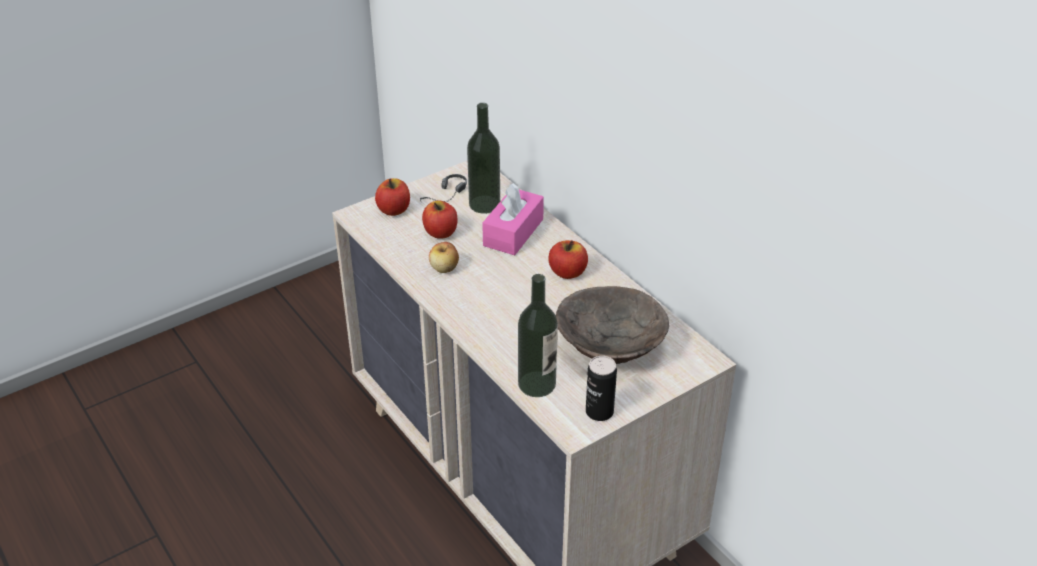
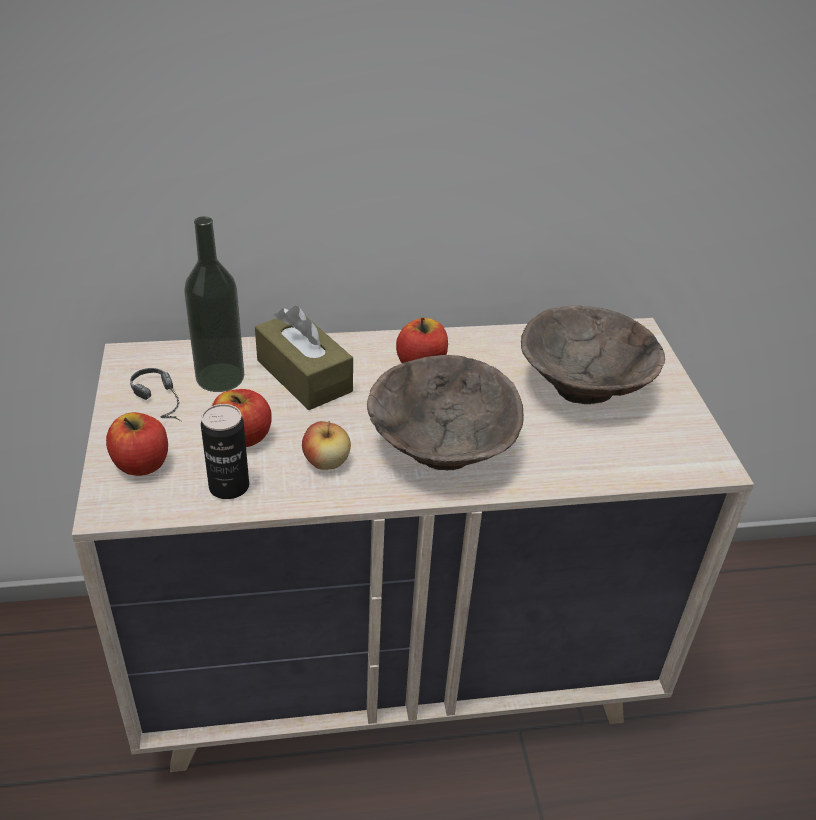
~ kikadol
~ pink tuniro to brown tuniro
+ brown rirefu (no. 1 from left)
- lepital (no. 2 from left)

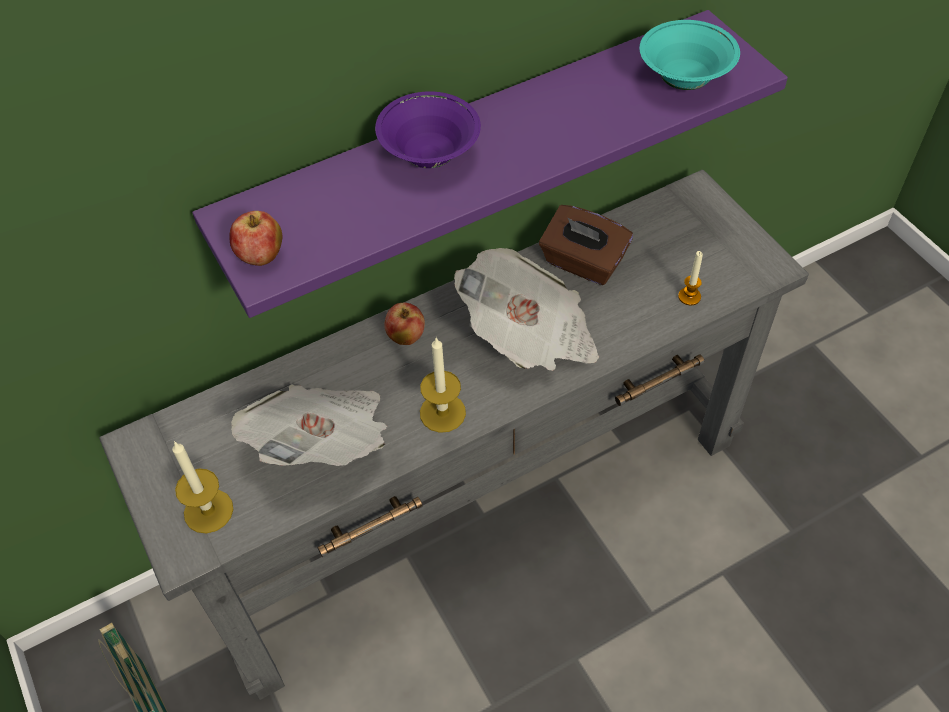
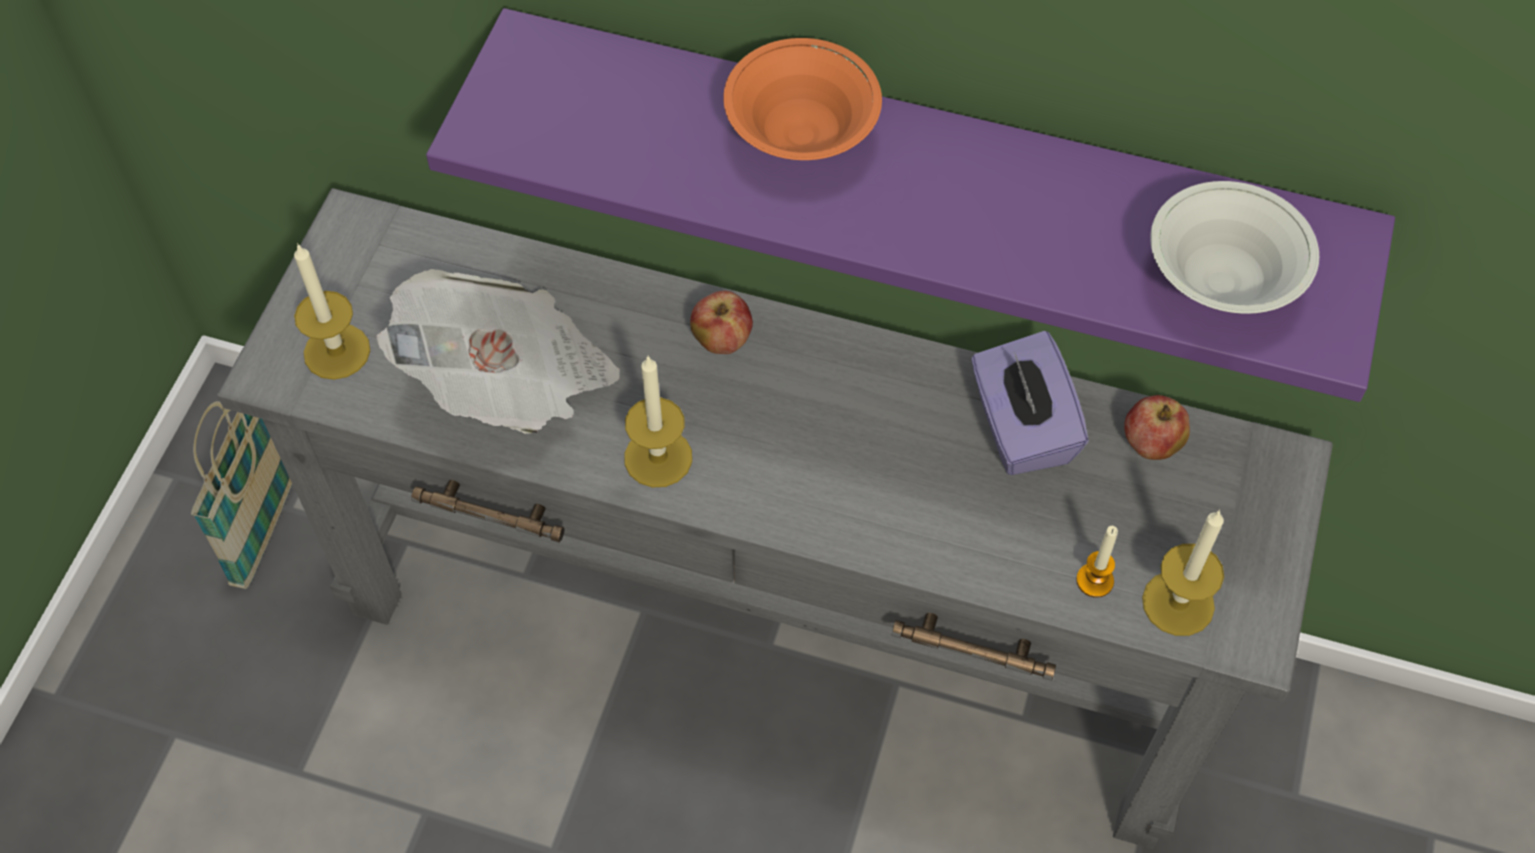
~ purple rirefu to orange rirefu
~ brown tuniro to purple tuniro
~ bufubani (no. 1 from left in the first image) to bufubani (no. 2 from left)
+ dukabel (no. 4 from left)
~ turquoise rirefu to white rirefu
- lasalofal (no. 2 from left)

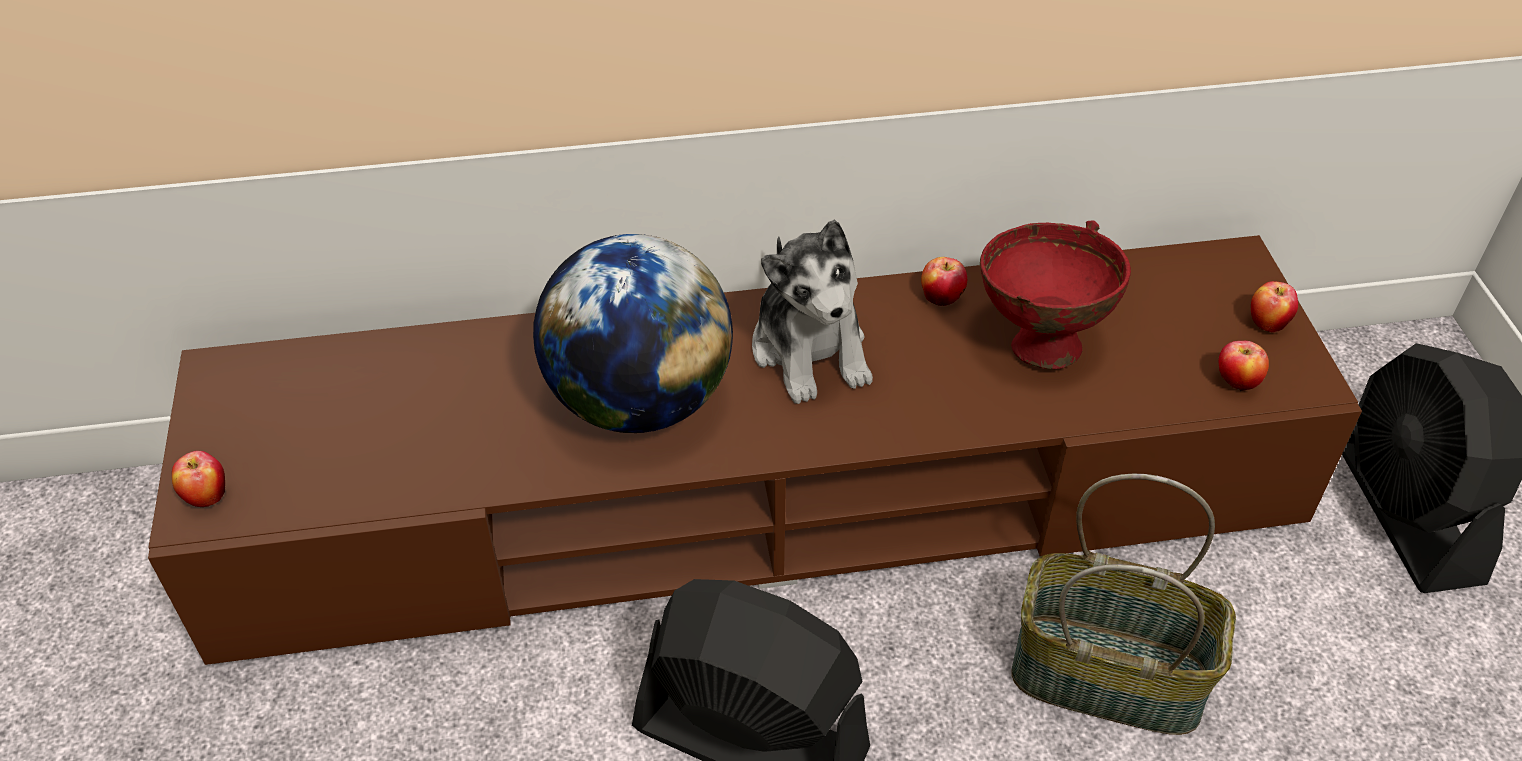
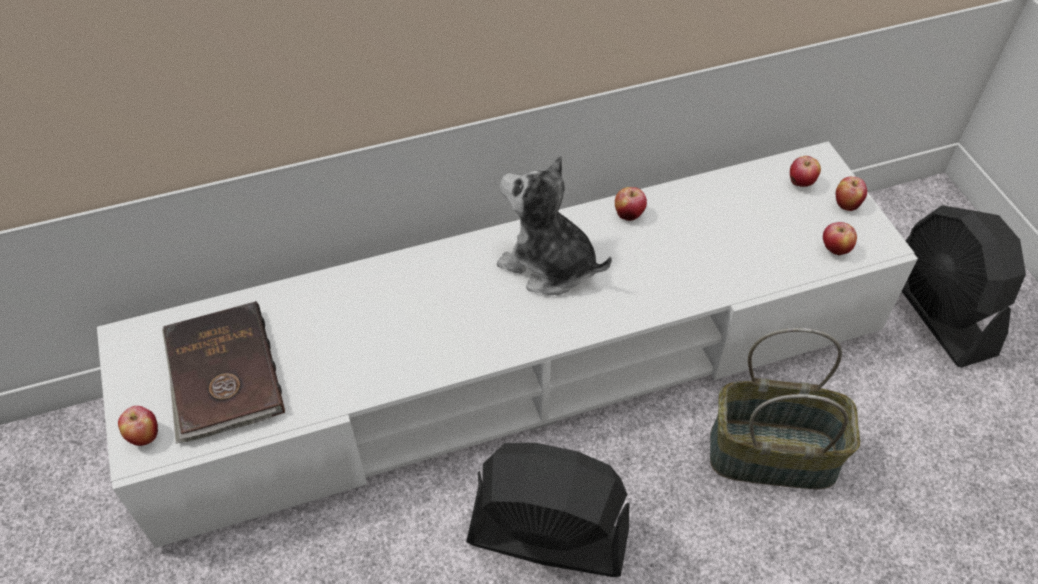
~ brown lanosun to white lanosun
+ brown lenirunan
~ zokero 150 degrees clockwise
+ bufubani (no. 3 from left)
- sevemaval
- red rirefu

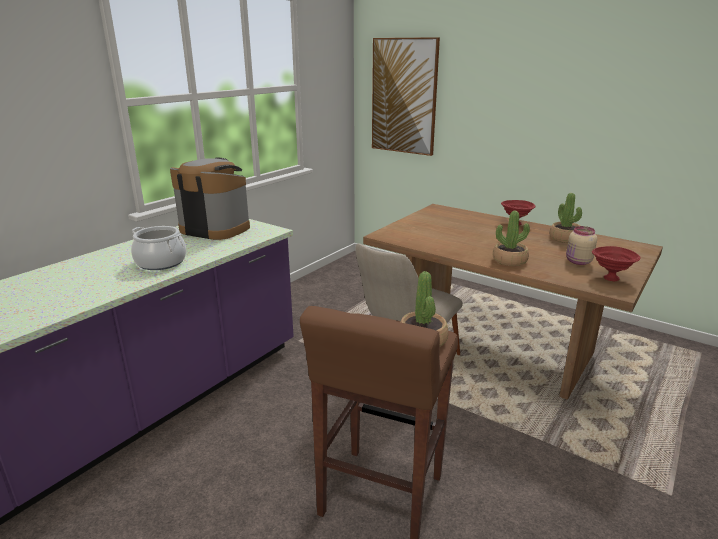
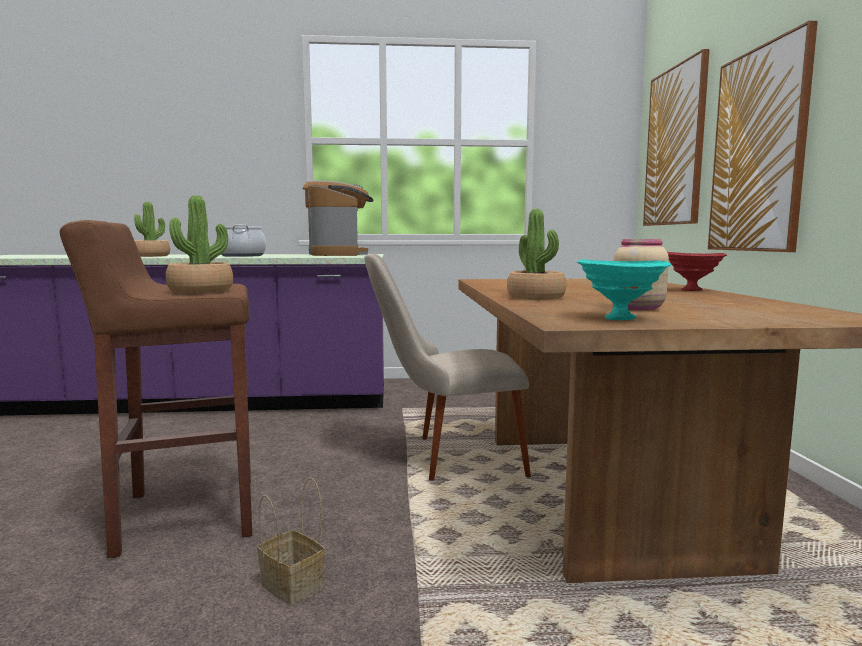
~ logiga (no. 3 from left in the first image) to logiga (no. 1 from left)
+ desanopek
~ red rirefu (no. 2 from left) to turquoise rirefu
+ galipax (no. 2 from left)

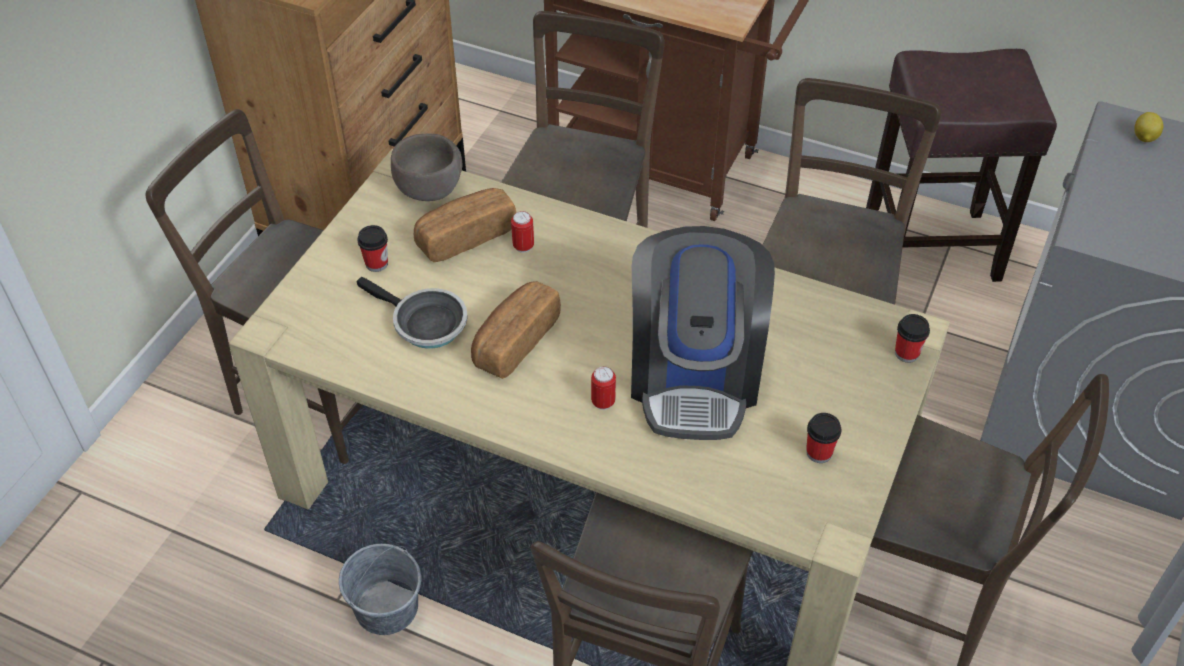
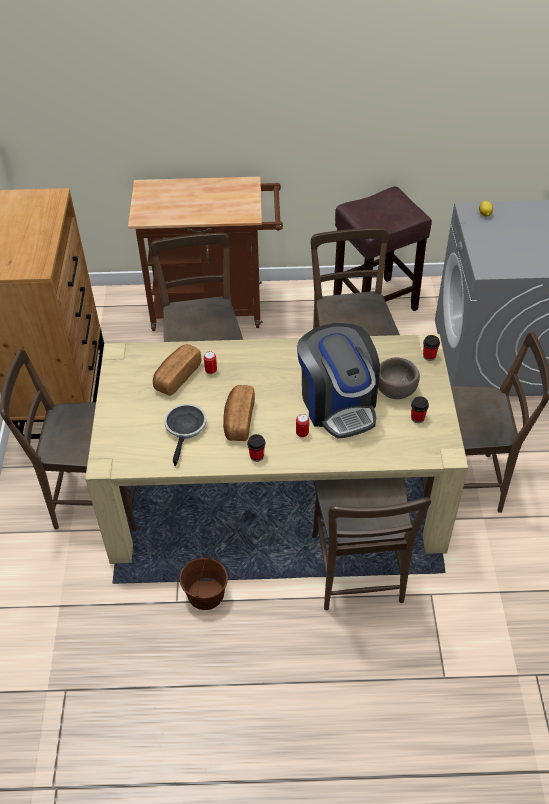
~ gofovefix 90 degrees counterclockwise
~ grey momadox to brown momadox
~ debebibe (no. 1 from left)
~ brown rirefu

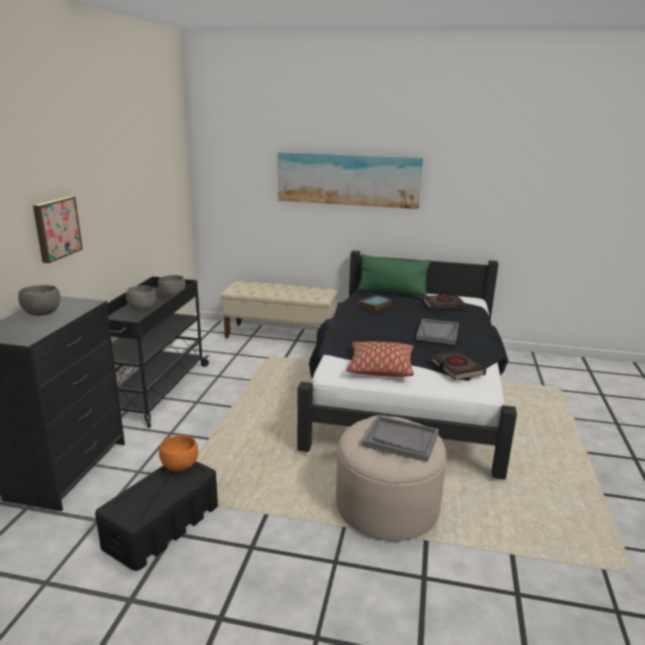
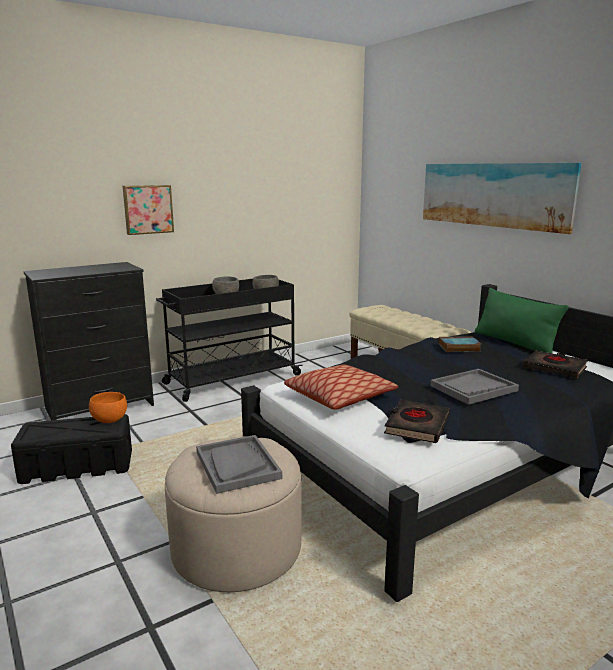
- grey rirefu (no. 1 from left)

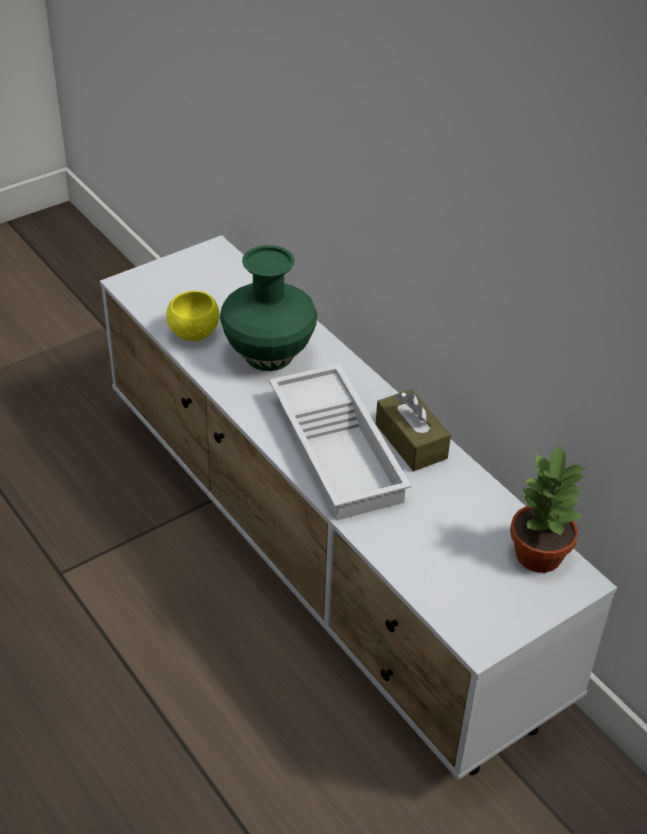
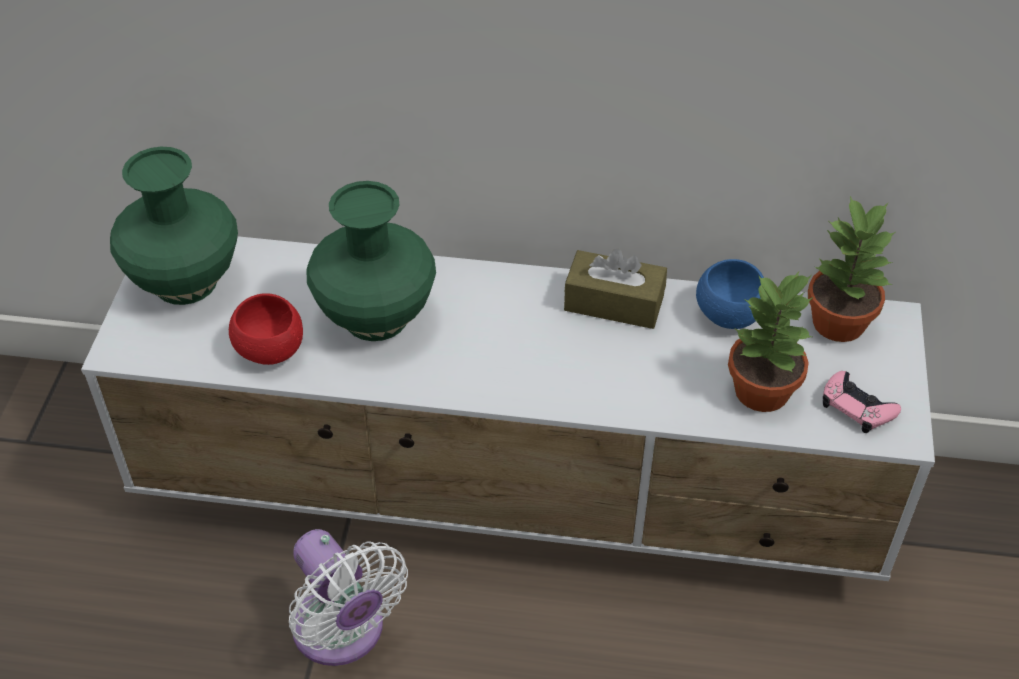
+ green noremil (no. 1 from left)
~ yellow rirefu to red rirefu
+ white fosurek
+ blue rirefu
+ logiga (no. 1 from left)
+ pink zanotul
- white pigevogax

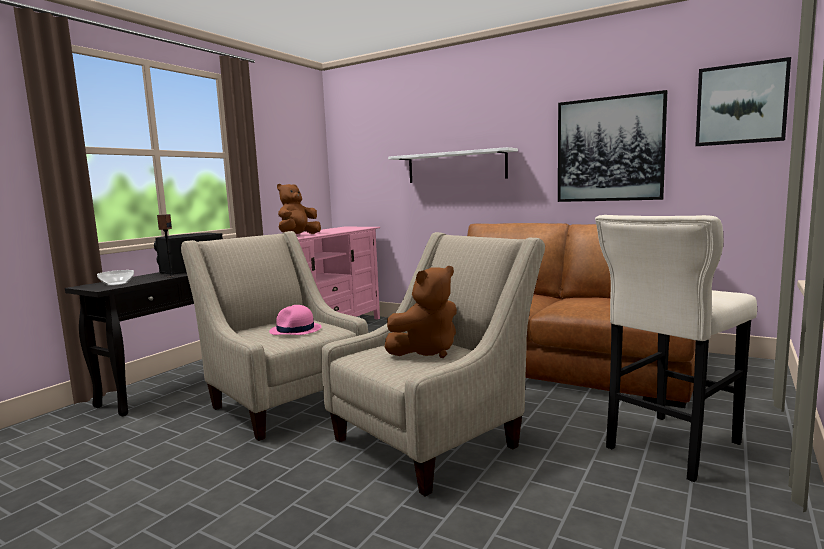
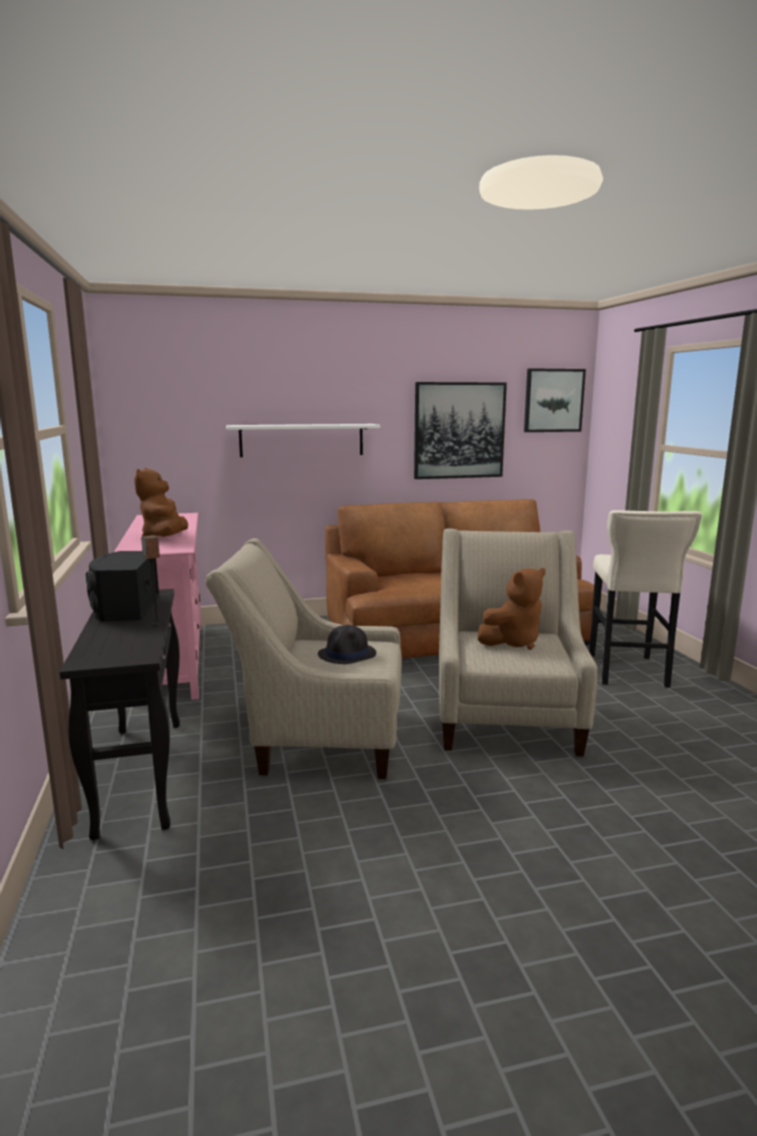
~ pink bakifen to black bakifen
~ brown zokero (no. 2 from left) 45 degrees clockwise
- rirefu

